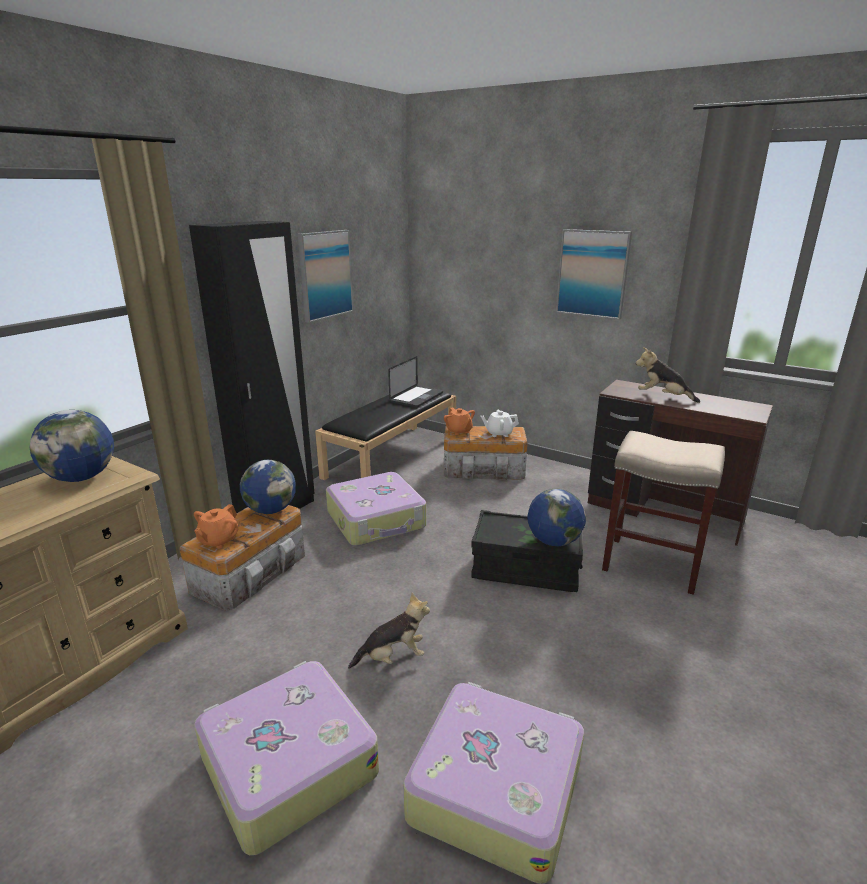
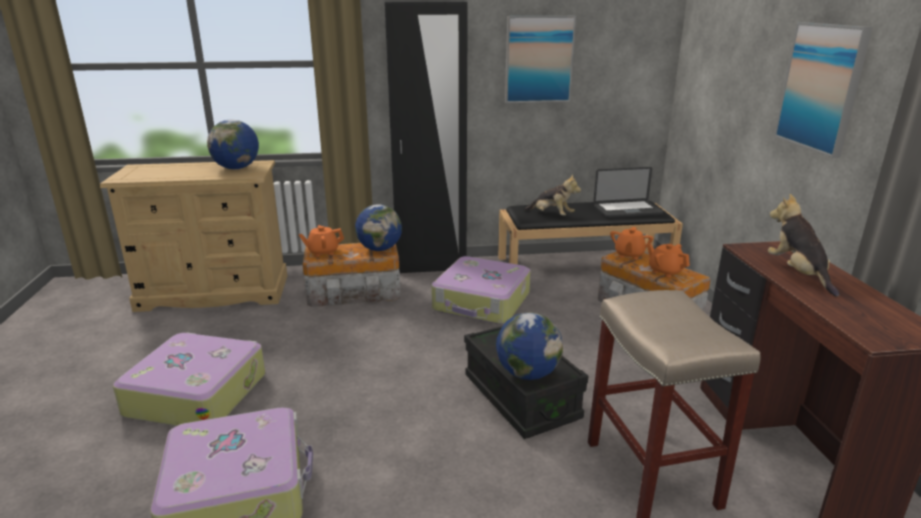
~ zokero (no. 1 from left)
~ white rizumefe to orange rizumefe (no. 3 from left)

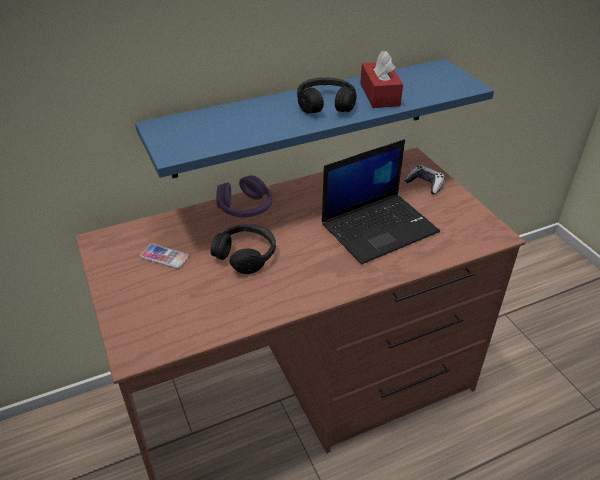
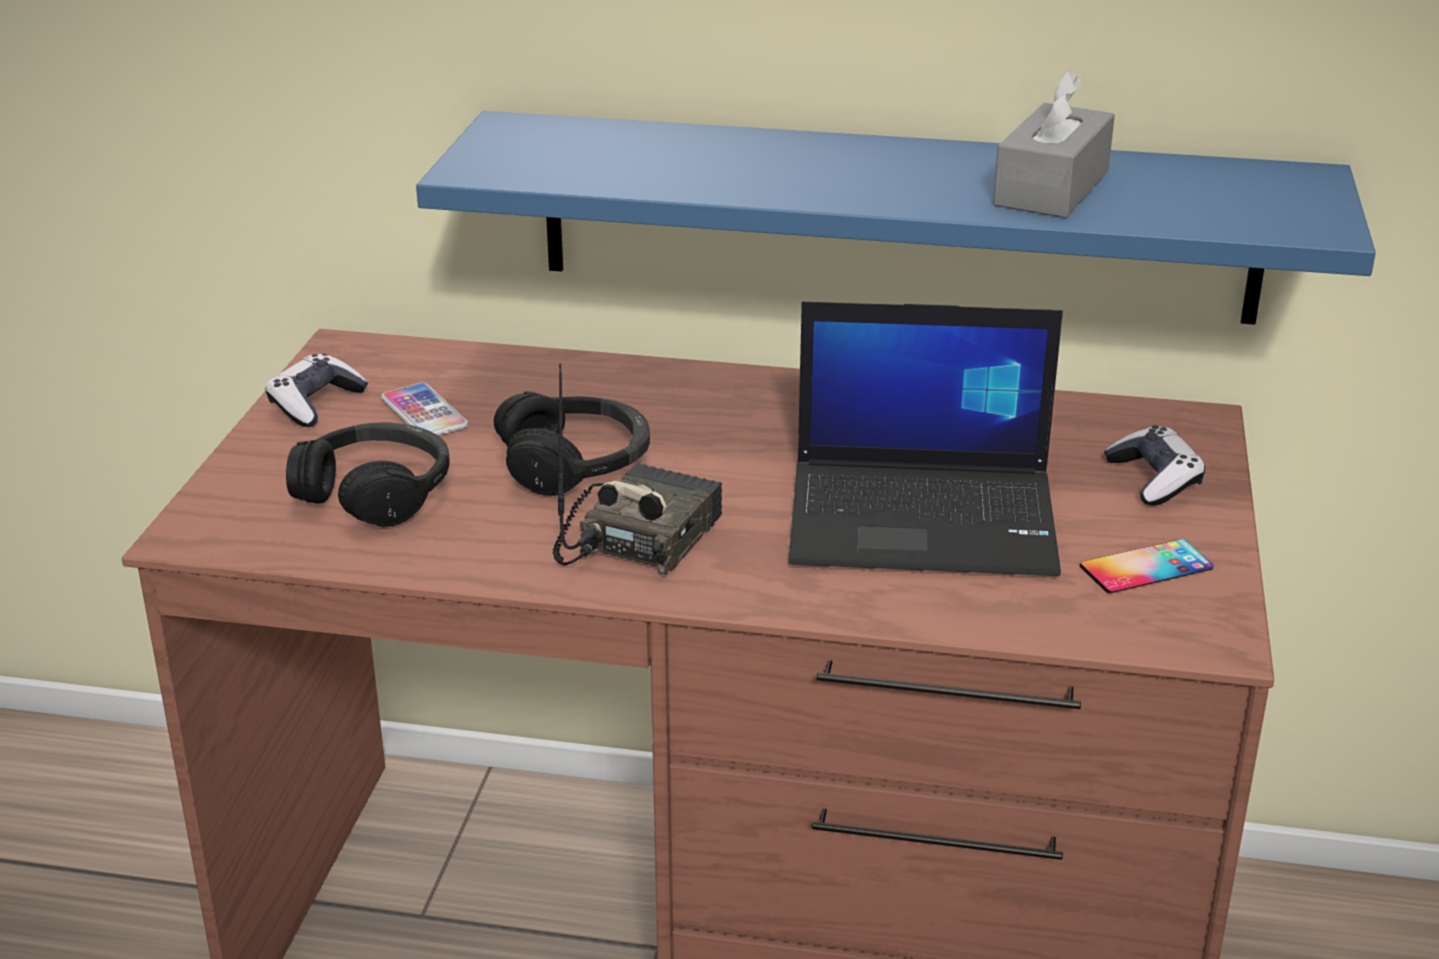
+ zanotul (no. 1 from left)
~ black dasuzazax (no. 2 from left in the first image) to black dasuzazax (no. 1 from left)
+ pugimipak
~ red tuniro to grey tuniro
+ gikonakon (no. 2 from left)
- purple dasuzazax

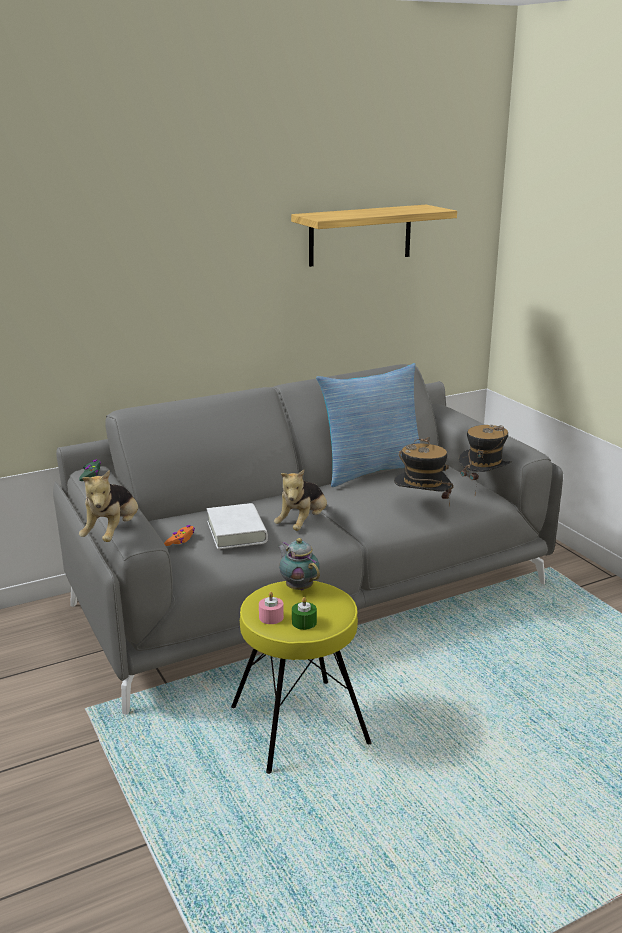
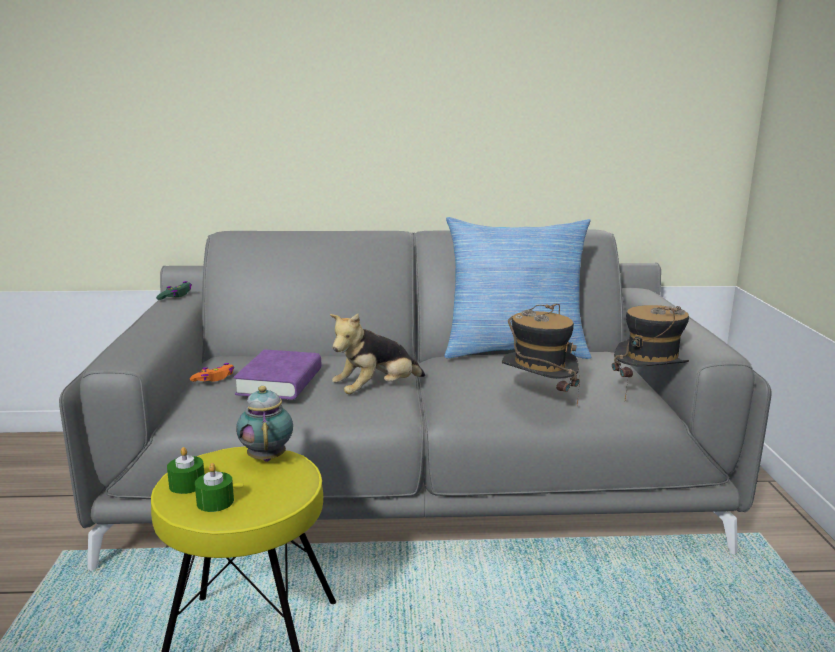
~ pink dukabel to green dukabel (no. 1 from left)
~ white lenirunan to purple lenirunan
- zokero (no. 1 from left)
- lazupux

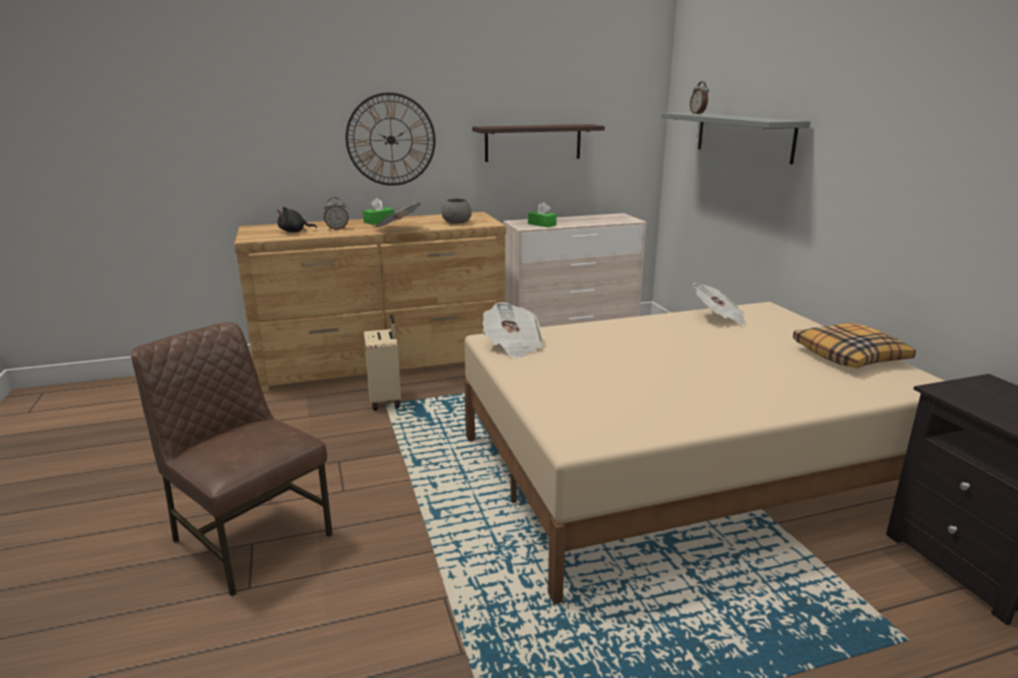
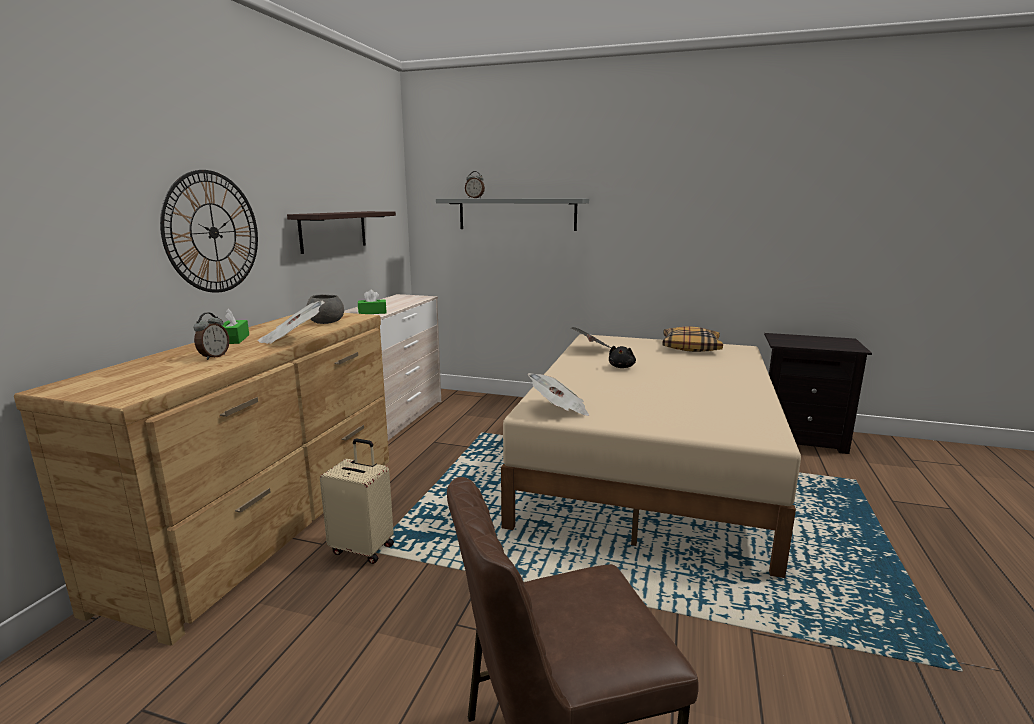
~ black zokero

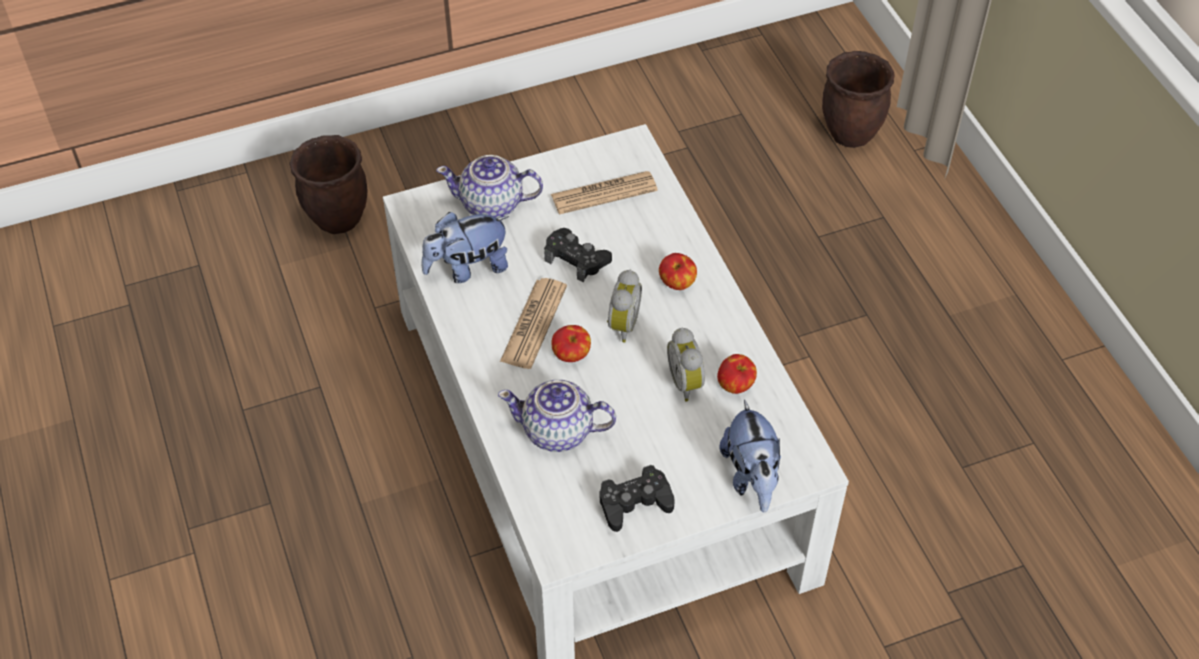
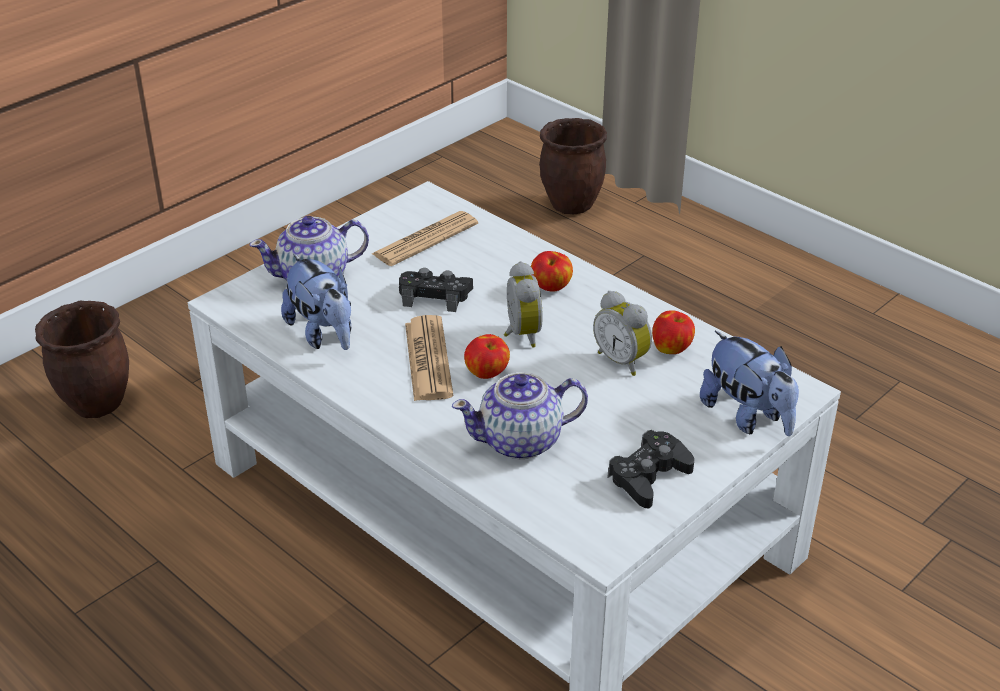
~ zokero (no. 1 from left) 75 degrees counterclockwise

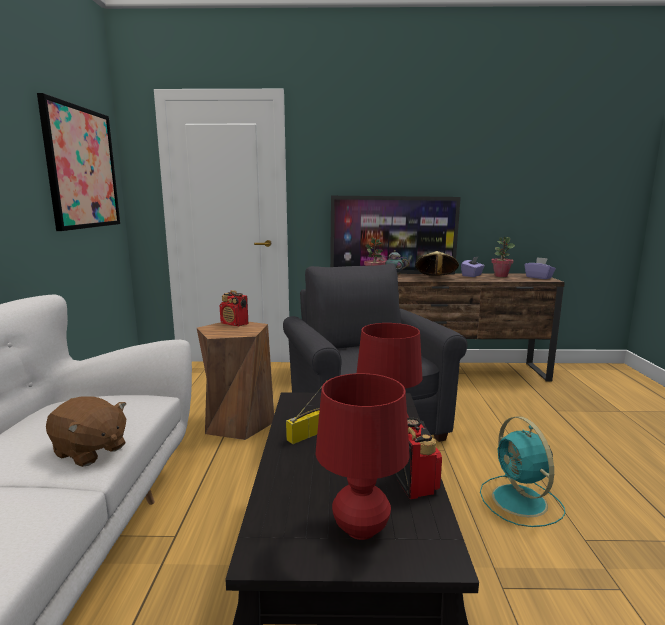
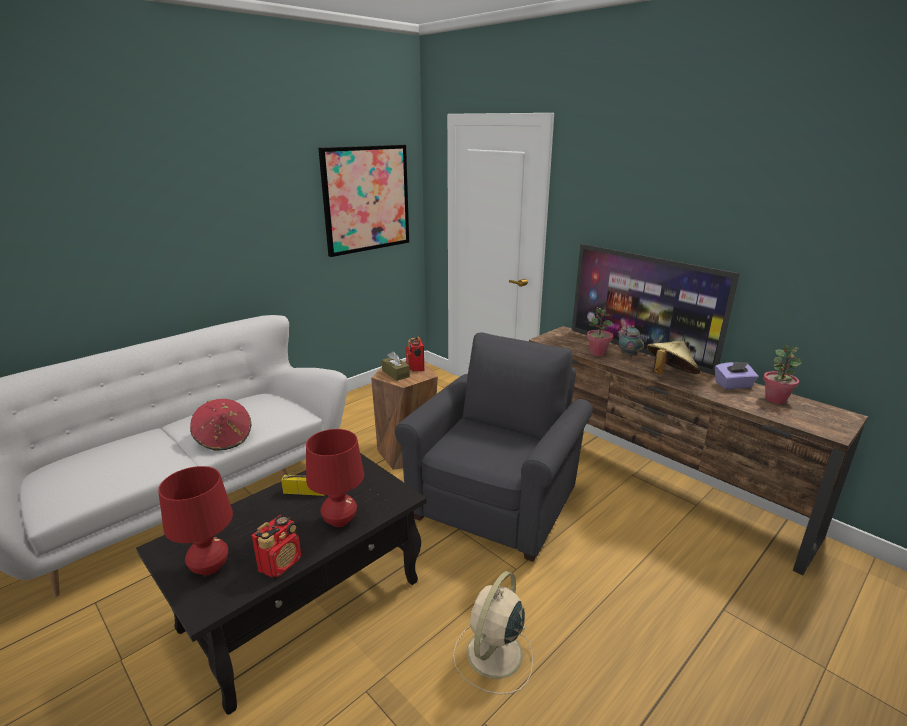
~ brown zokero to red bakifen
+ brown tuniro
~ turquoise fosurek to beige fosurek
- purple tuniro (no. 2 from left)

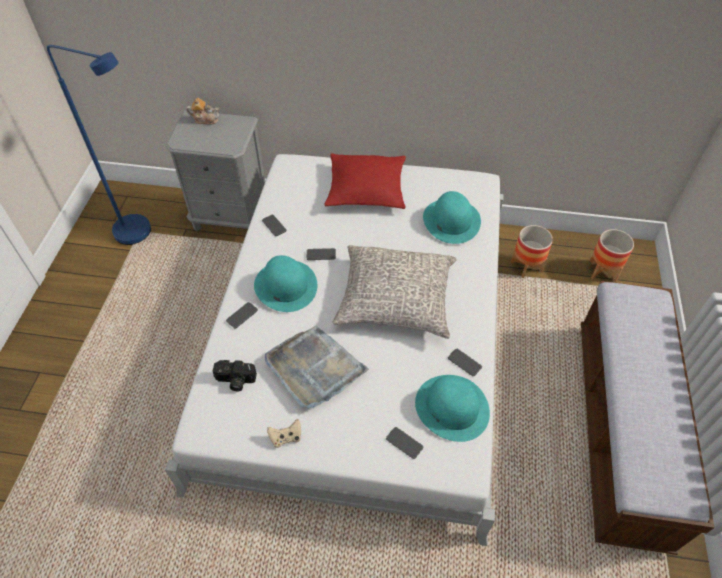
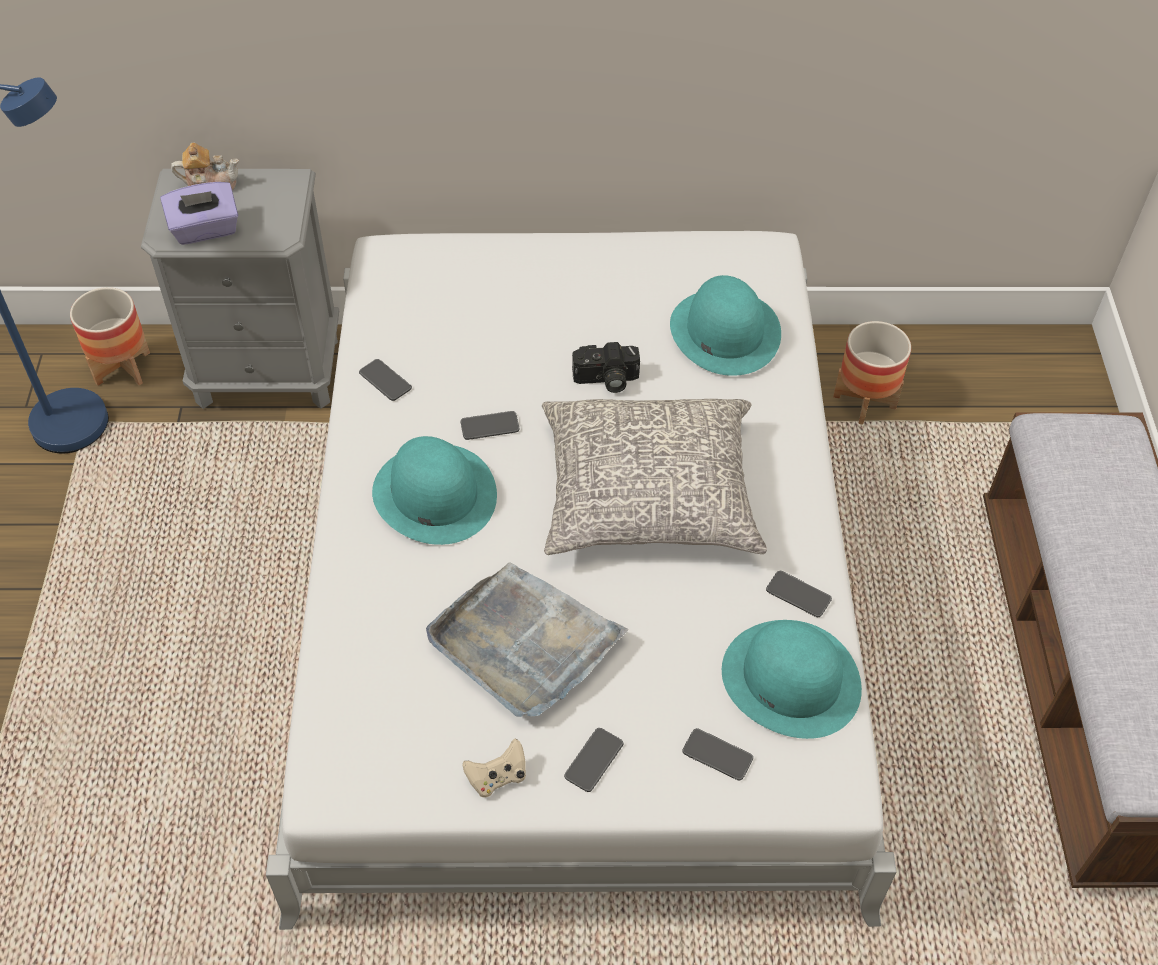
~ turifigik (no. 2 from left in the first image) to turifigik (no. 1 from left)
+ purple tuniro
~ gikonakon (no. 1 from left in the first image) to gikonakon (no. 3 from left)
~ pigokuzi
- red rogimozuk

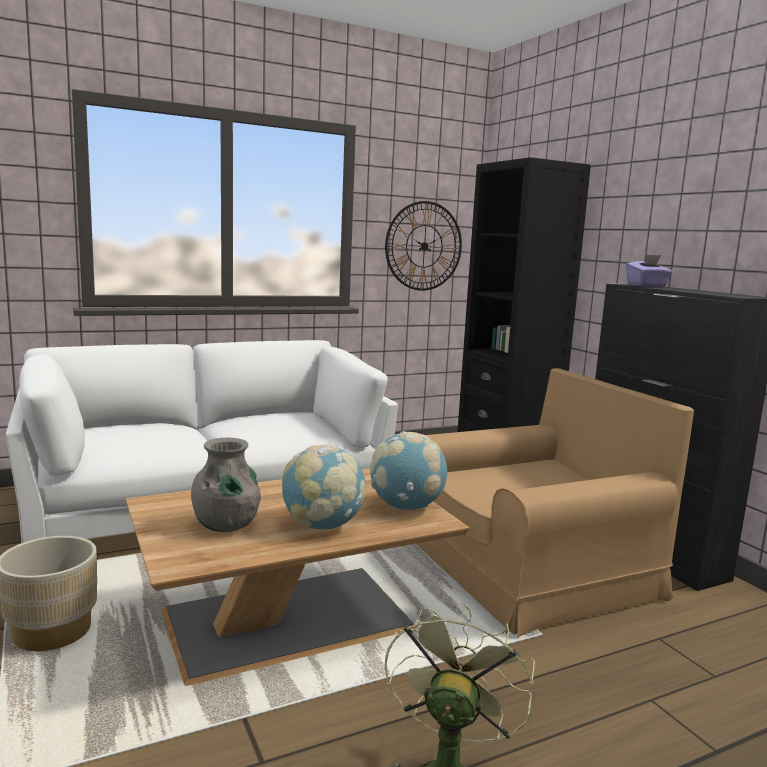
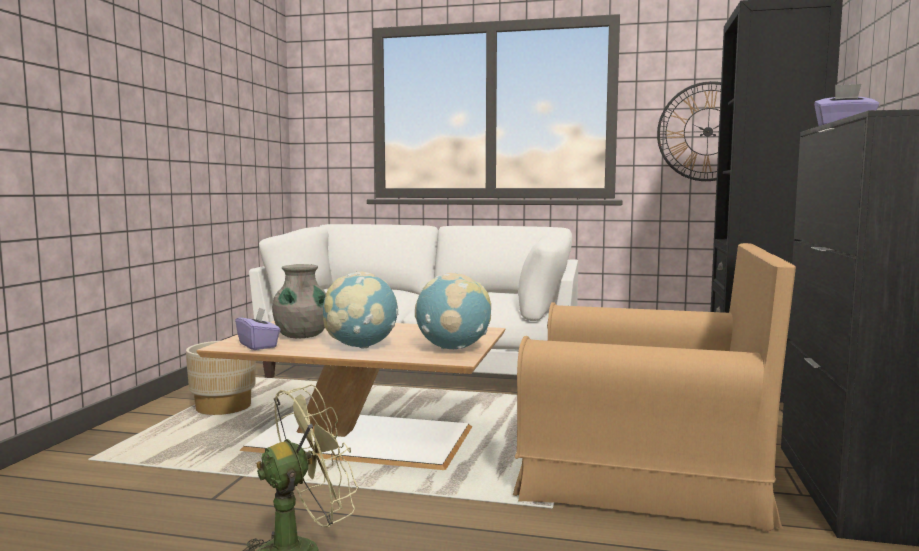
+ purple tuniro (no. 1 from left)

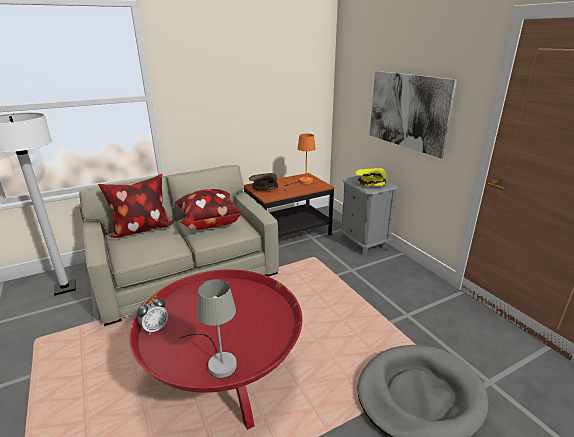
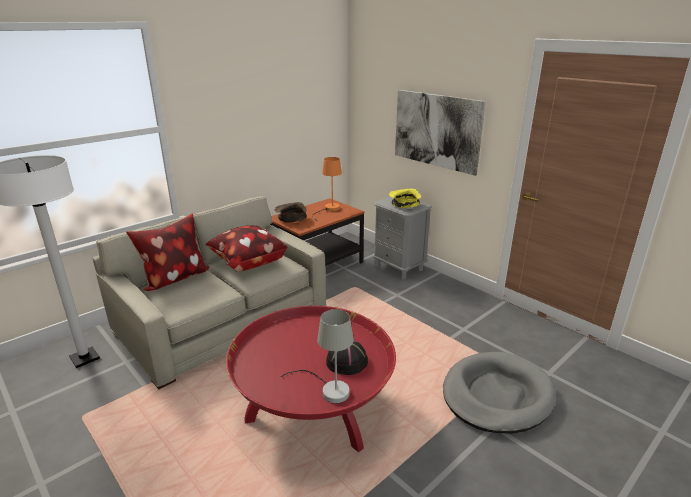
+ black bakifen
- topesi

